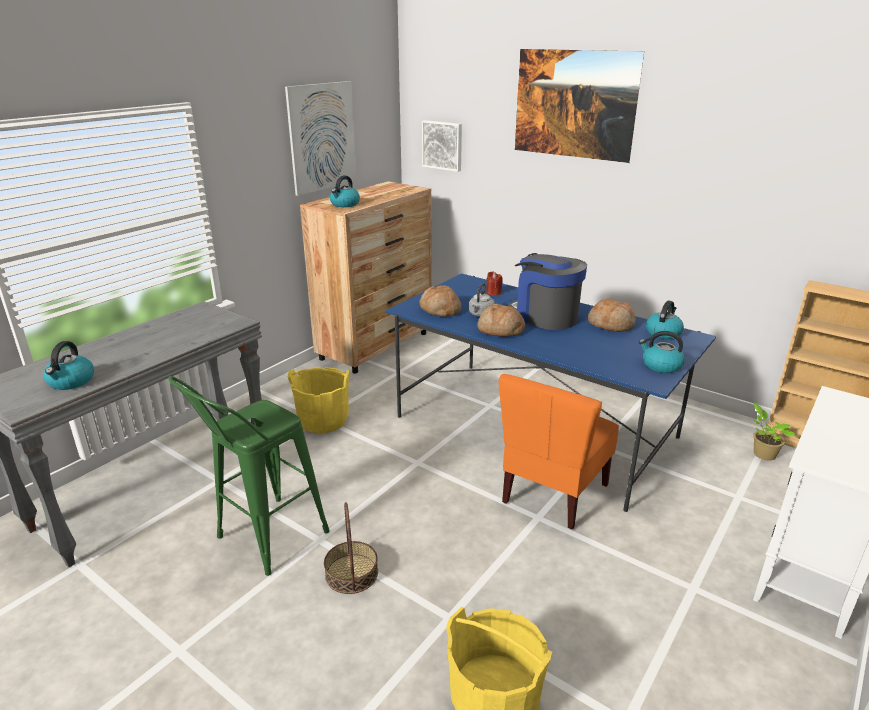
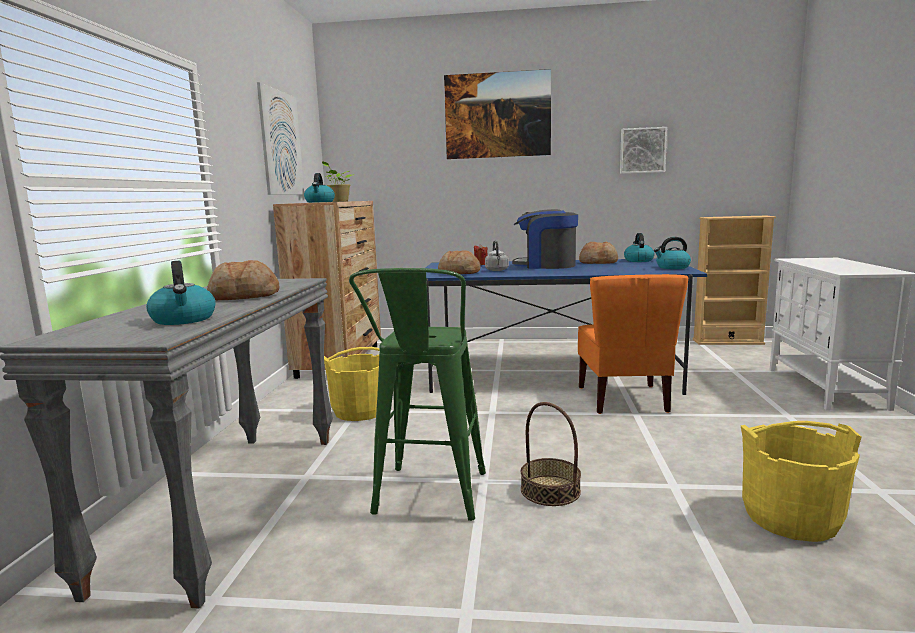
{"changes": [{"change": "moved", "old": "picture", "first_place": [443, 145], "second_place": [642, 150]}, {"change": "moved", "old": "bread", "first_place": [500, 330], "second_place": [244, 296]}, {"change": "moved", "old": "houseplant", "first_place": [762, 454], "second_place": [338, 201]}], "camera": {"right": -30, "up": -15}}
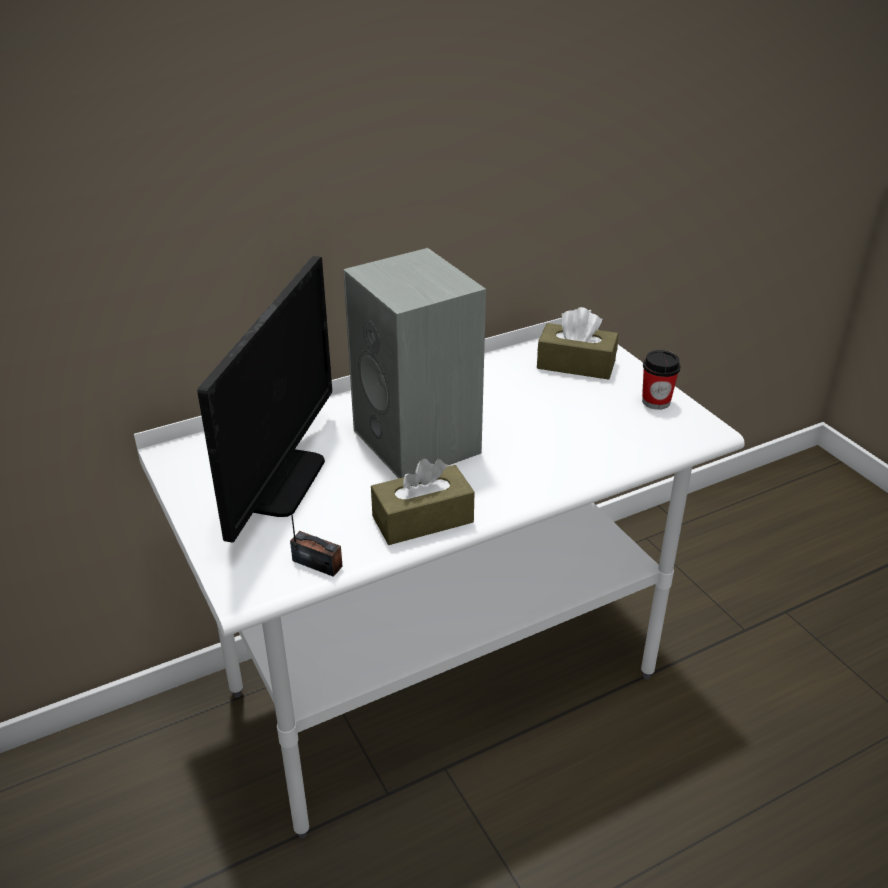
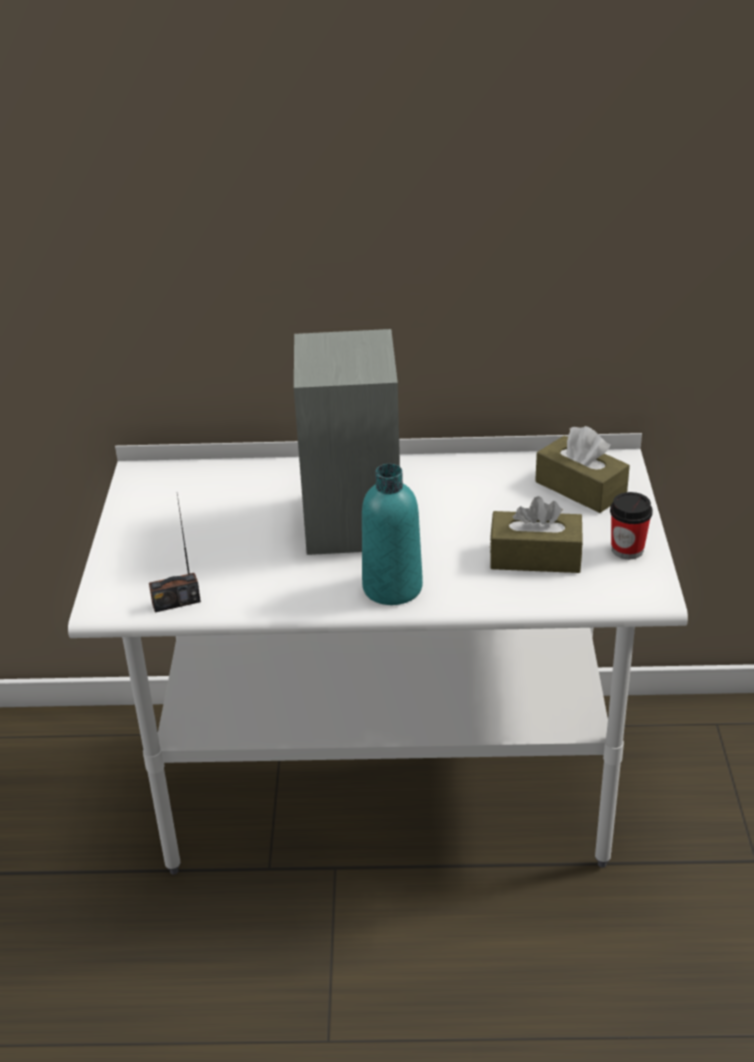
{"changes": [{"change": "removed", "old": "monitor", "first_place": [278, 481]}, {"change": "added", "new": "turquoise bottle", "second_place": [392, 587]}, {"change": "moved", "old": "brownish tissue holder", "first_place": [422, 519], "second_place": [535, 557]}, {"change": "turned", "old": "radio receiver", "first_place": [317, 564], "second_place": [176, 602], "degrees": 105}], "camera": {"right": 30, "up": 0}}
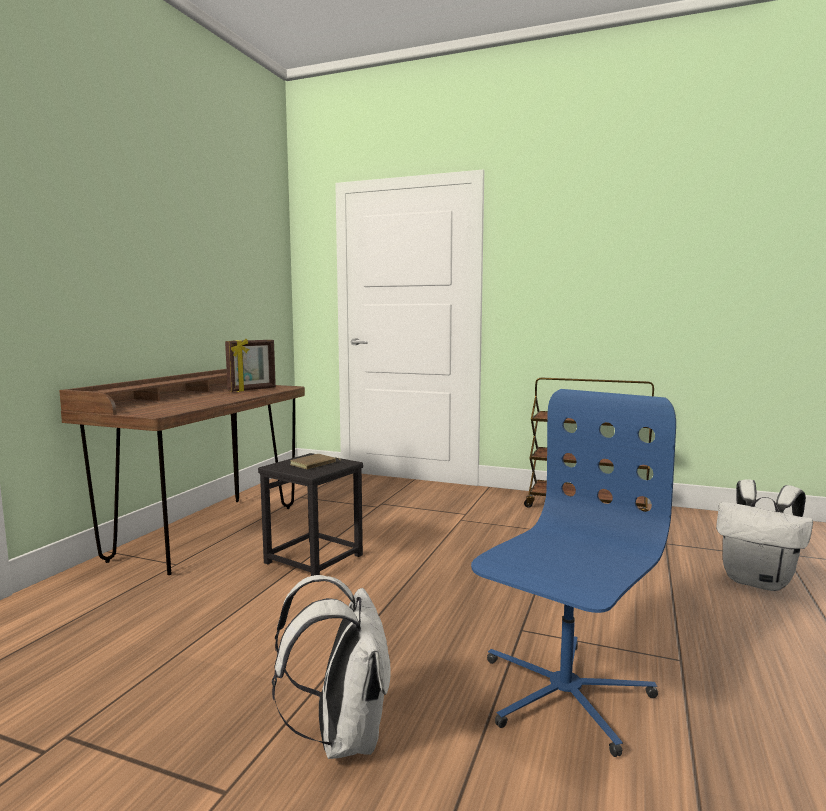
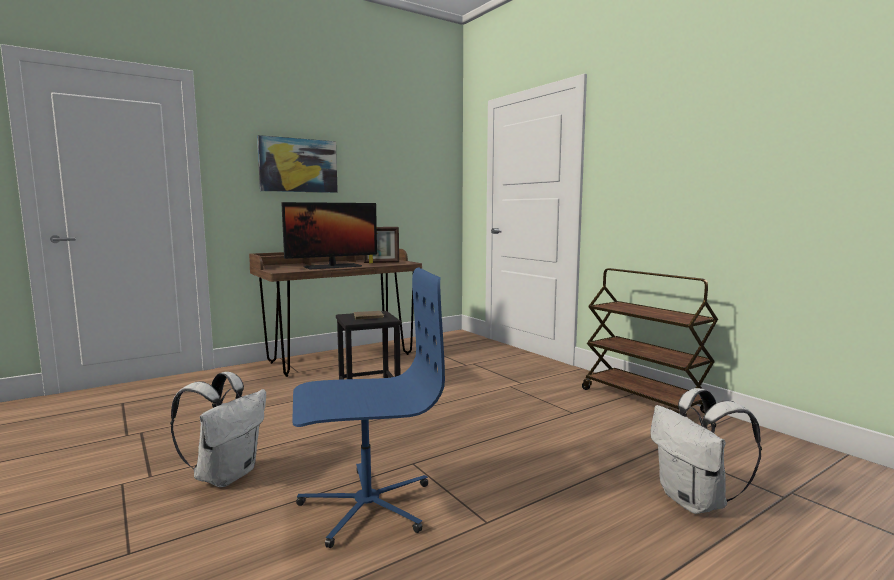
{"changes": [{"change": "added", "new": "picture", "second_place": [298, 165]}, {"change": "added", "new": "monitor", "second_place": [332, 266]}], "camera": {"right": 35, "up": 0}}
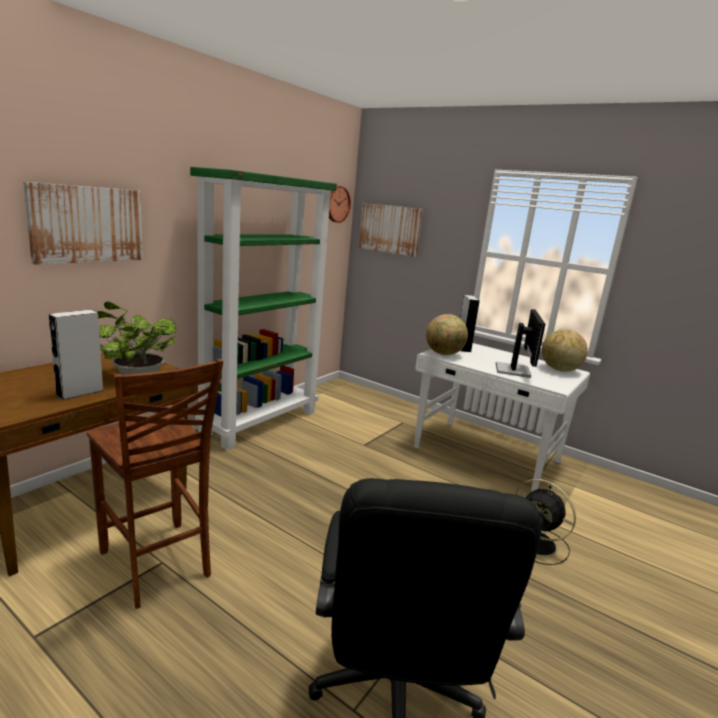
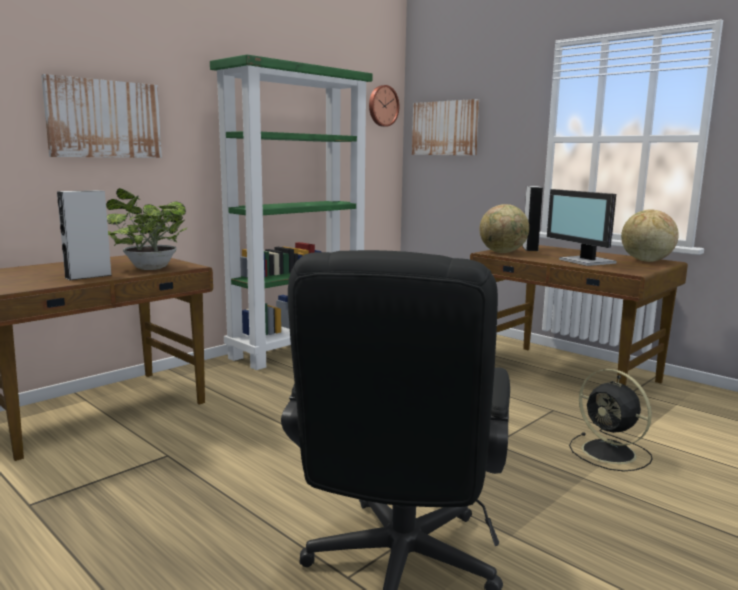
{"changes": [{"change": "removed", "old": "brownish plain chair", "first_place": [156, 565]}, {"change": "recoloured", "old": "whitish desk", "new": "brownish desk", "first_place": [487, 455], "second_place": [566, 376]}, {"change": "turned", "old": "monitor", "first_place": [514, 370], "second_place": [586, 261], "degrees": 135}], "camera": {"right": 10, "up": -5}}
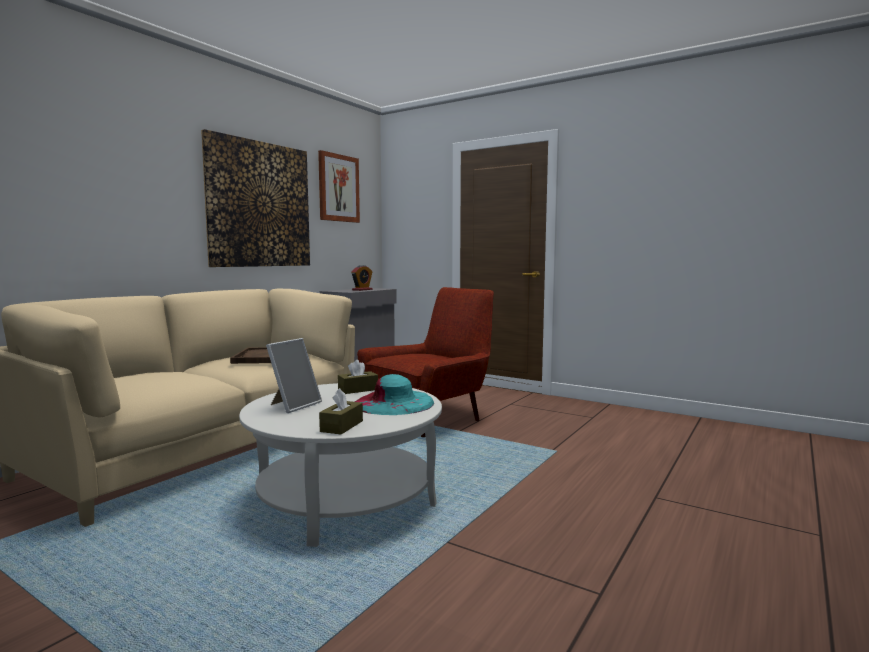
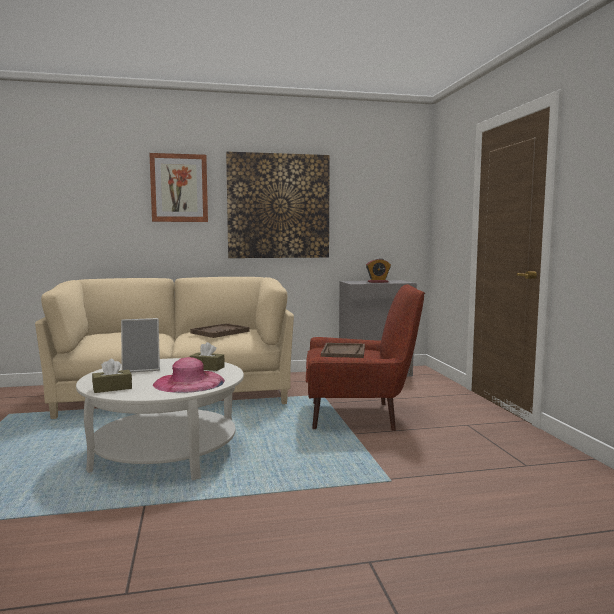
{"changes": [{"change": "added", "new": "brownish carrying tray", "second_place": [343, 353]}, {"change": "moved", "old": "picture", "first_place": [338, 188], "second_place": [179, 188]}, {"change": "recoloured", "old": "turquoise clothing hat", "new": "pink-coloured clothing hat", "first_place": [393, 403], "second_place": [189, 382]}], "camera": {"right": 45, "up": 0}}
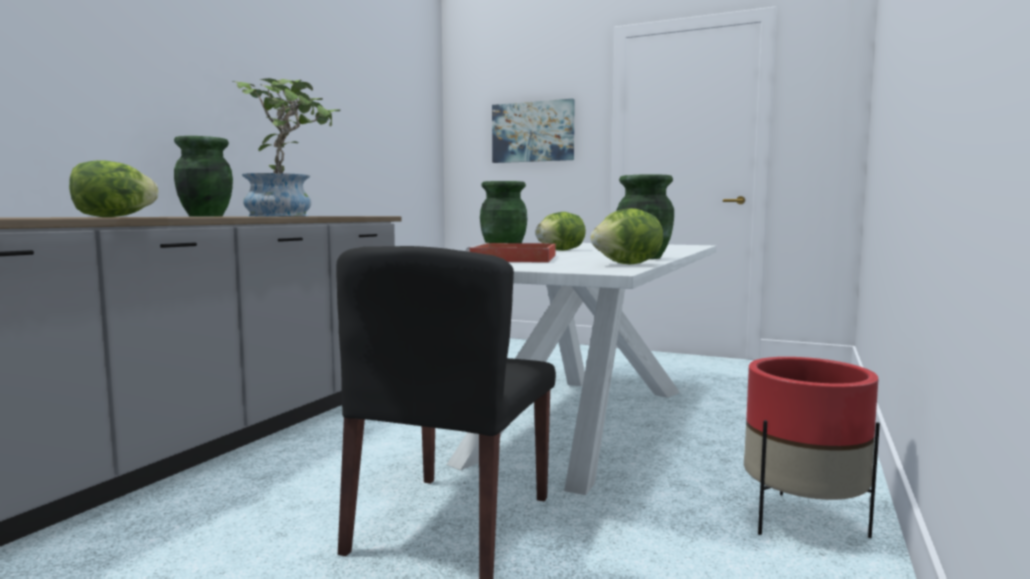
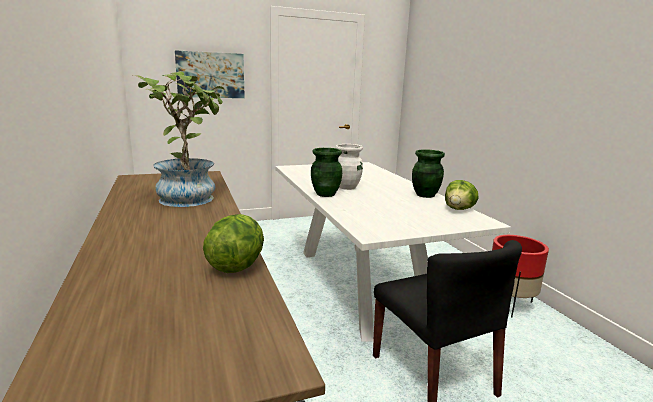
{"changes": [{"change": "removed", "old": "green-coloured vase", "first_place": [205, 216]}, {"change": "removed", "old": "red-coloured carrying tray", "first_place": [515, 258]}, {"change": "replaced", "old": "head of lettuce", "new": "whitish vase", "first_place": [560, 250], "second_place": [347, 187]}], "camera": {"right": -45, "up": 10}}
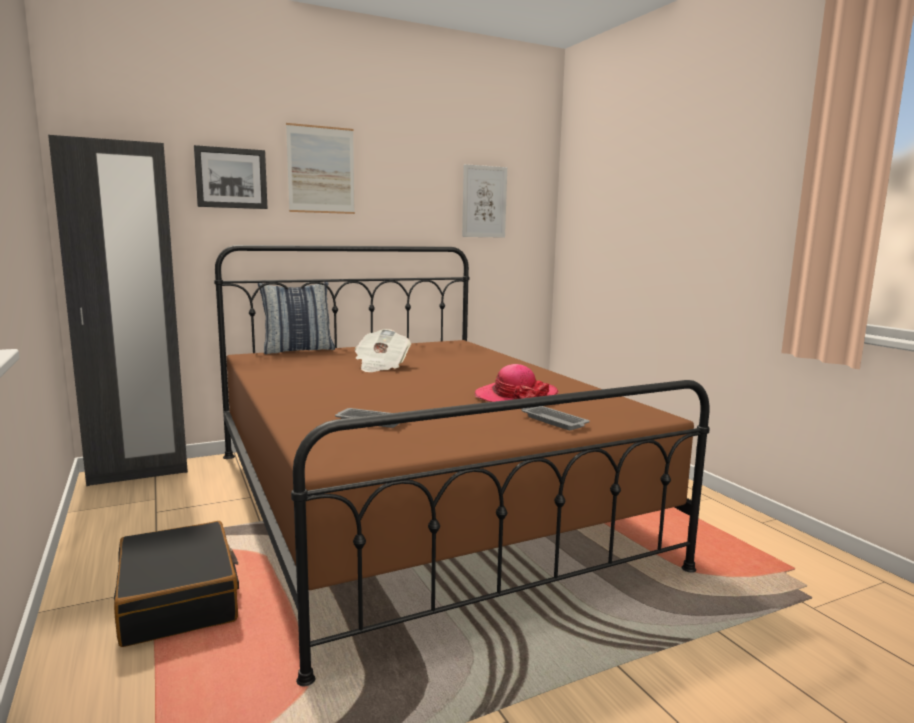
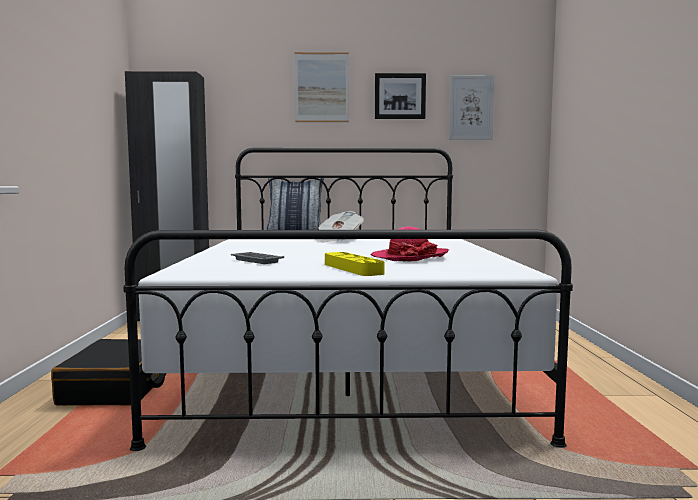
{"changes": [{"change": "removed", "old": "gray carrying tray", "first_place": [555, 422]}, {"change": "added", "new": "yellow-coloured carrying tray", "second_place": [352, 269]}, {"change": "moved", "old": "picture", "first_place": [231, 178], "second_place": [399, 96]}, {"change": "recoloured", "old": "brownish bedroom bed", "new": "whitish bedroom bed", "first_place": [415, 503], "second_place": [345, 358]}], "camera": {"right": 25, "up": -5}}
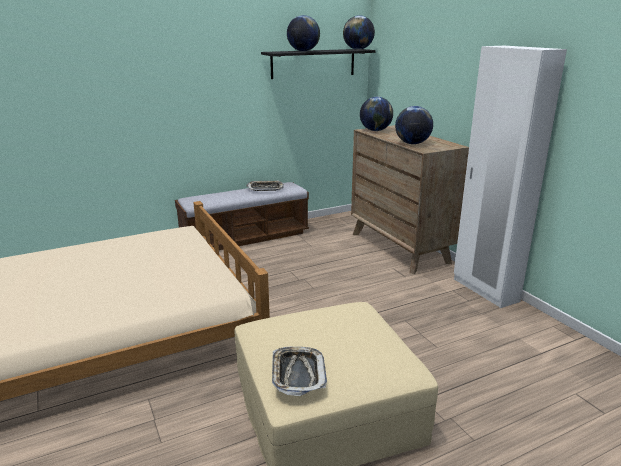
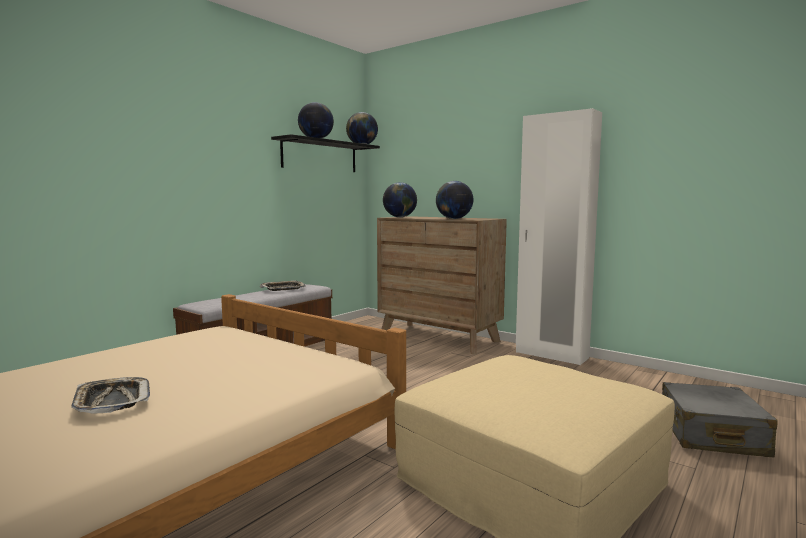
{"changes": [{"change": "added", "new": "gray suitcase", "second_place": [711, 434]}, {"change": "moved", "old": "carrying tray", "first_place": [297, 374], "second_place": [112, 401]}], "camera": {"right": -25, "up": -15}}
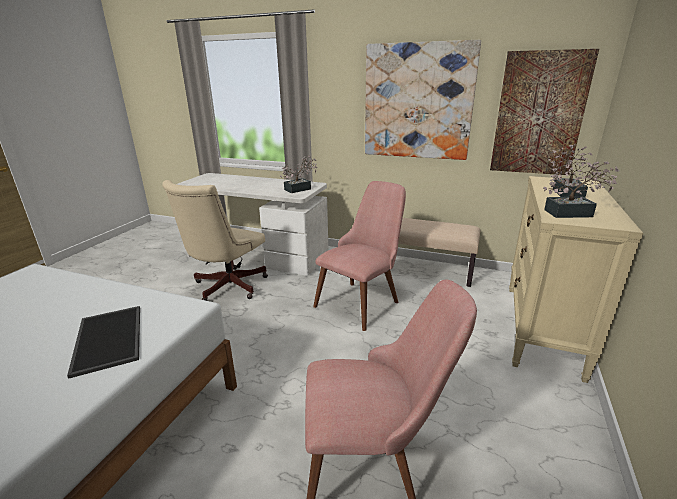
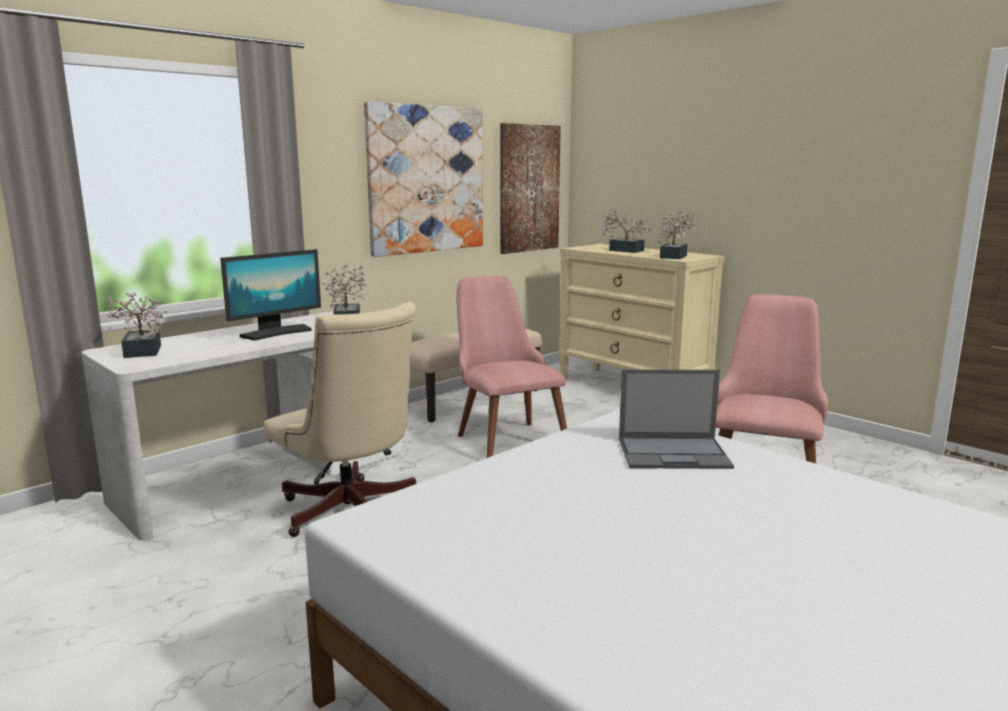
{"changes": [{"change": "added", "new": "houseplant", "second_place": [141, 353]}, {"change": "added", "new": "monitor", "second_place": [276, 333]}, {"change": "replaced", "old": "carrying tray", "new": "portable computer", "first_place": [110, 339], "second_place": [674, 453]}], "camera": {"right": -65, "up": -10}}
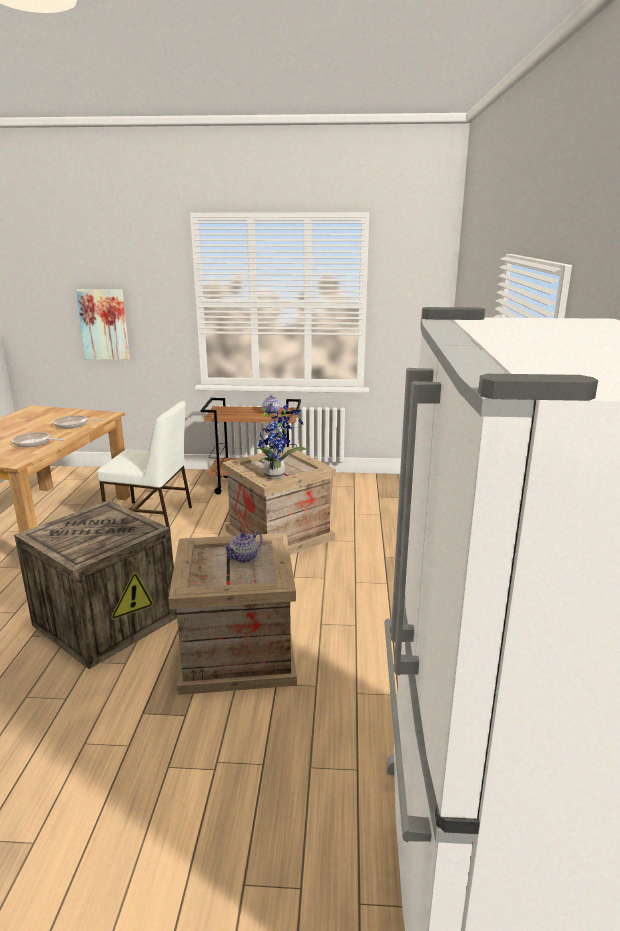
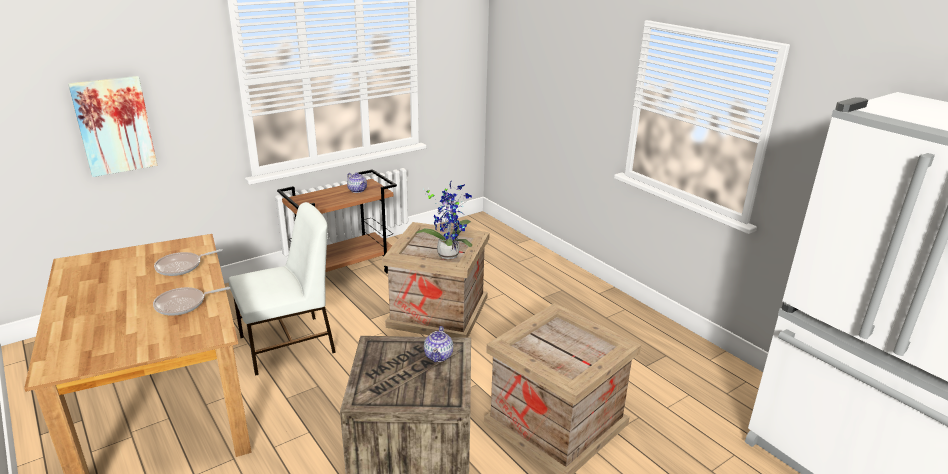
{"changes": [{"change": "moved", "old": "tea pot", "first_place": [244, 558], "second_place": [439, 355]}], "camera": {"right": -40, "up": 5}}
